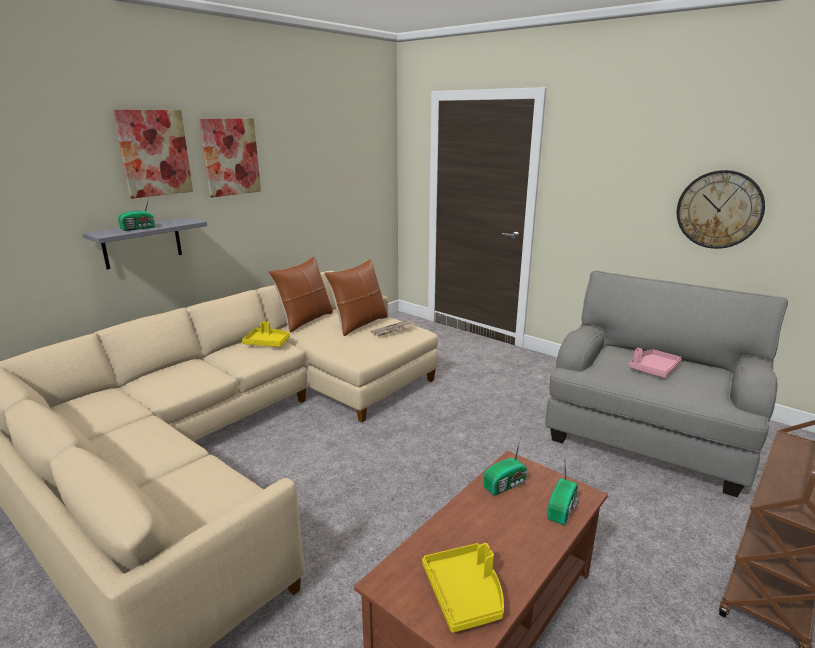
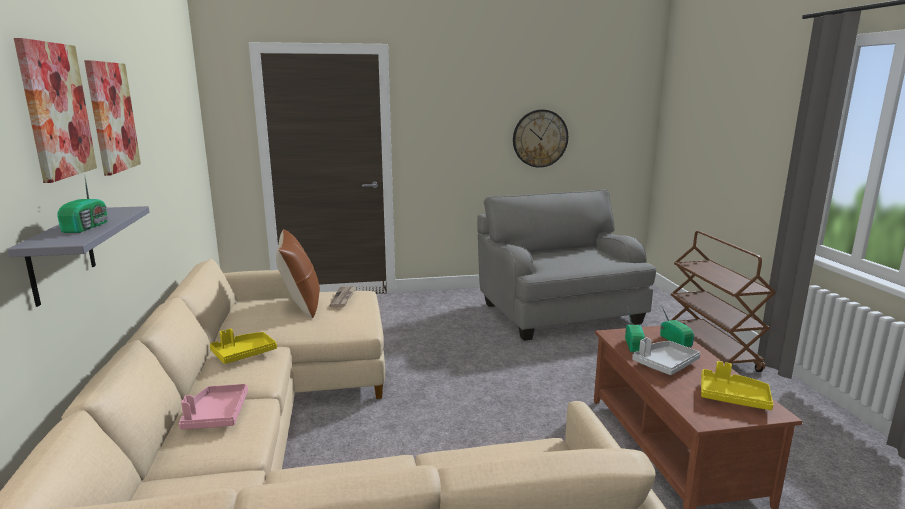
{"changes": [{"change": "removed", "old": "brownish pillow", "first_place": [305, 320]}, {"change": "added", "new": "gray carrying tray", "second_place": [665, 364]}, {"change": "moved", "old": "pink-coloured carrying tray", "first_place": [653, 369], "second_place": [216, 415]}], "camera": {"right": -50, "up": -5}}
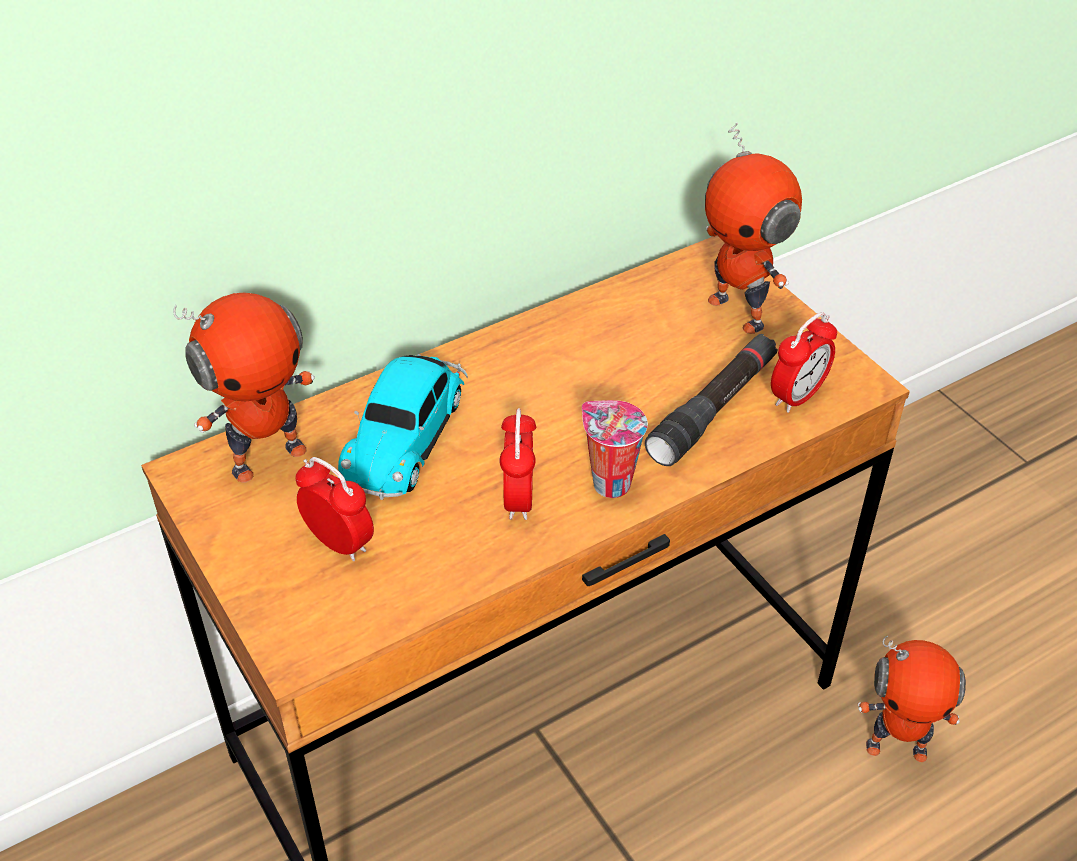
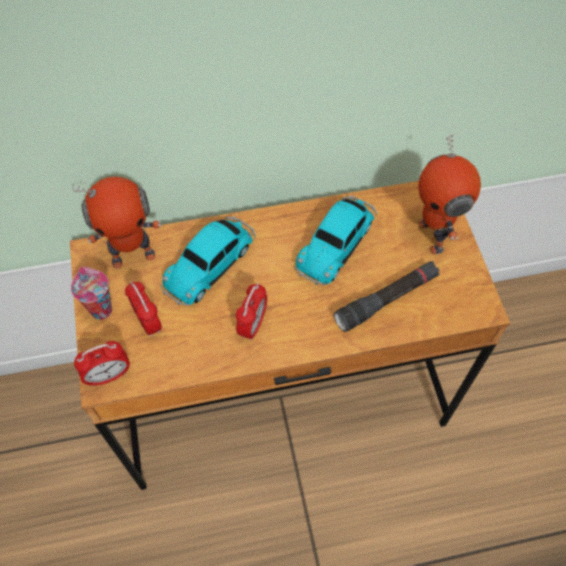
{"changes": [{"change": "removed", "old": "toy robot", "first_place": [896, 747]}, {"change": "added", "new": "model car", "second_place": [336, 243]}, {"change": "moved", "old": "small cup", "first_place": [608, 483], "second_place": [100, 309]}, {"change": "moved", "old": "alarm clock", "first_place": [797, 396], "second_place": [109, 375]}], "camera": {"right": 20, "up": 15}}
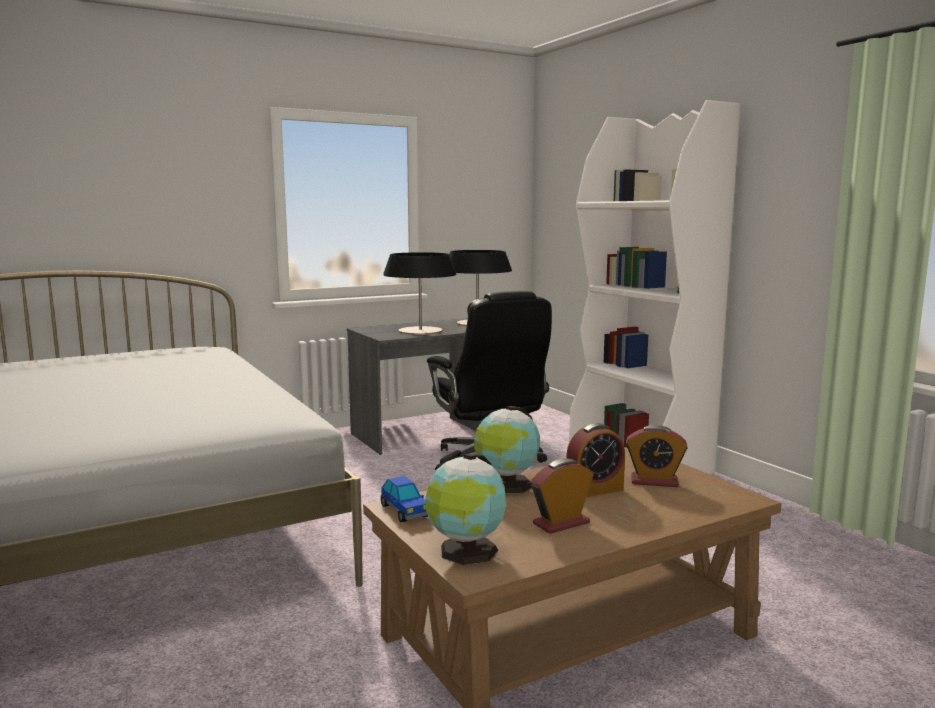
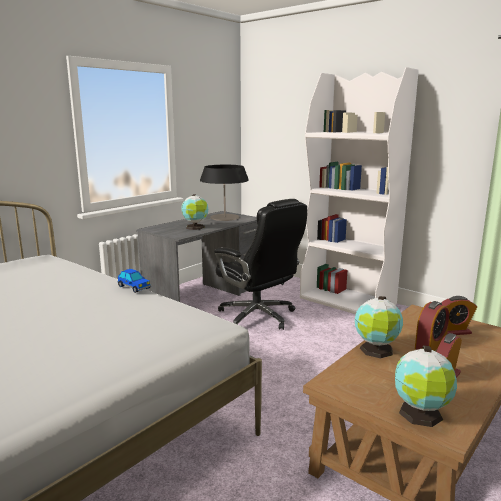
{"changes": [{"change": "moved", "old": "model car", "first_place": [405, 511], "second_place": [134, 287]}, {"change": "replaced", "old": "tabletop lamp", "new": "desk globe", "first_place": [420, 331], "second_place": [195, 227]}], "camera": {"right": -20, "up": 5}}
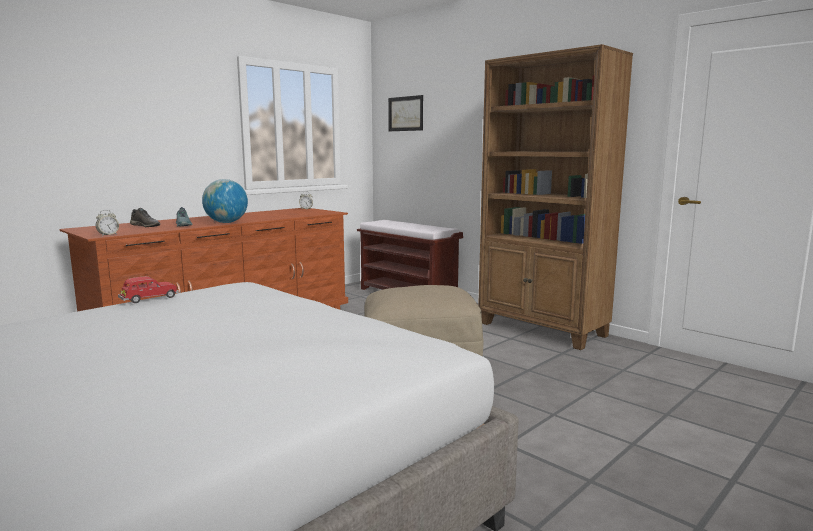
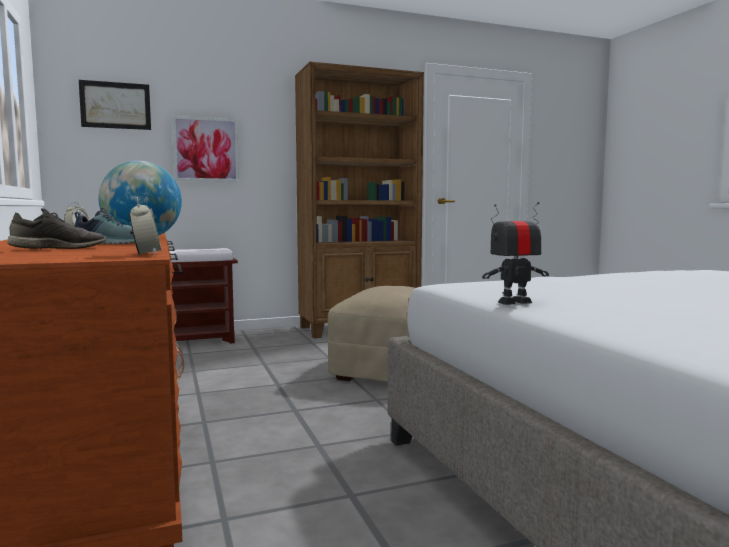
{"changes": [{"change": "added", "new": "picture", "second_place": [206, 149]}, {"change": "replaced", "old": "red-coloured model car", "new": "toy robot", "first_place": [149, 299], "second_place": [514, 302]}], "camera": {"right": -65, "up": -5}}
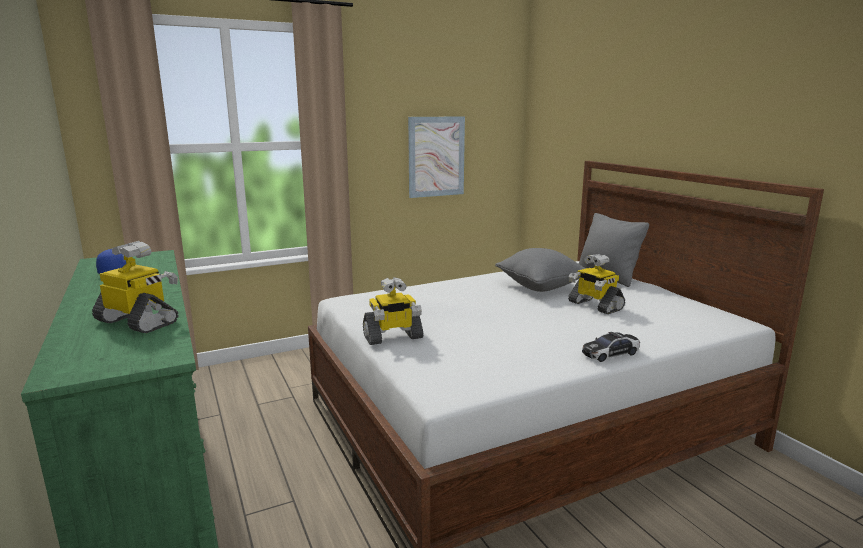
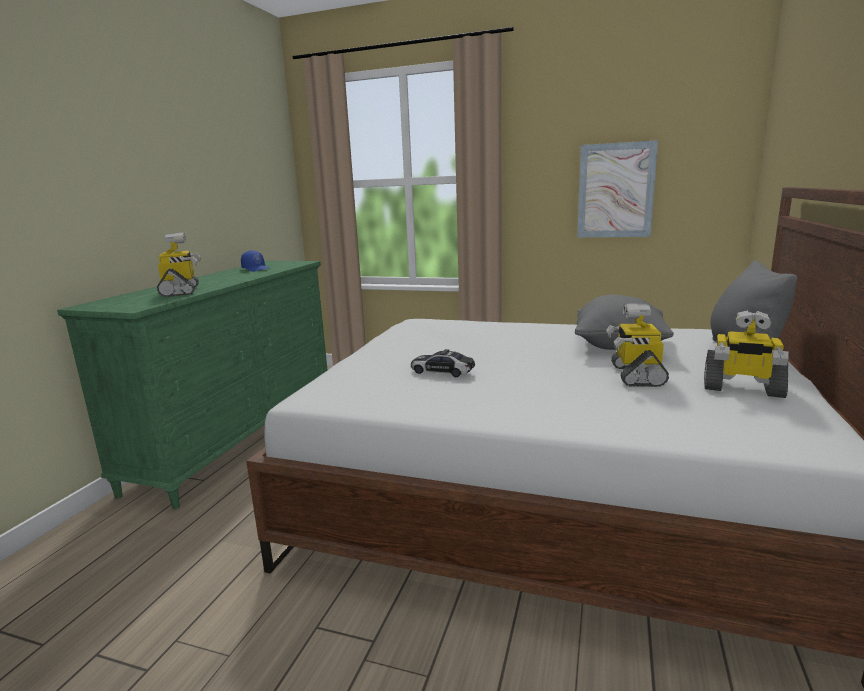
{"changes": [{"change": "moved", "old": "toy robot", "first_place": [392, 337], "second_place": [742, 388]}, {"change": "moved", "old": "model car", "first_place": [610, 353], "second_place": [442, 371]}], "camera": {"right": 45, "up": 0}}
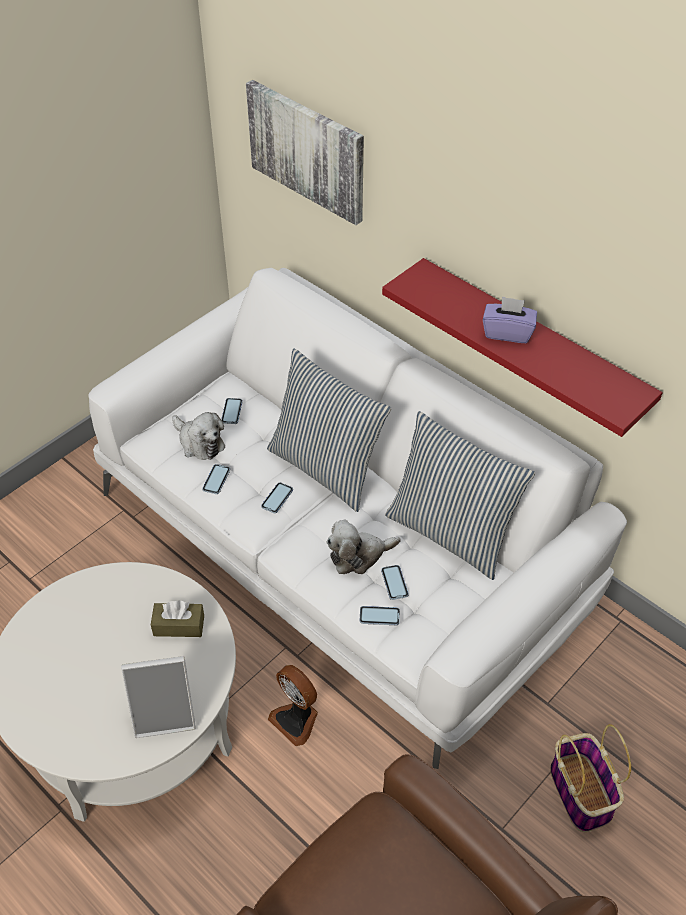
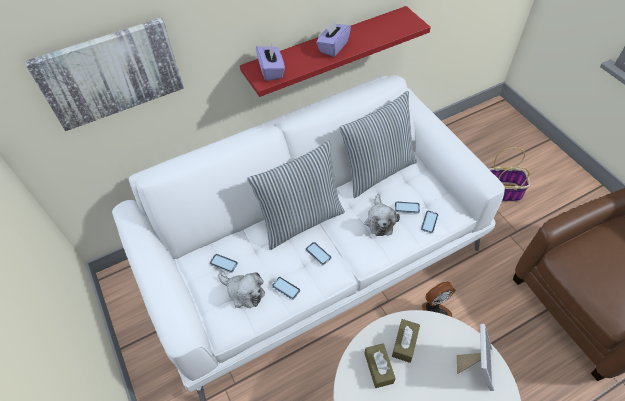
{"changes": [{"change": "added", "new": "purple-coloured tissue holder", "second_place": [271, 71]}, {"change": "added", "new": "brownish tissue holder", "second_place": [378, 368]}, {"change": "turned", "old": "plush toy", "first_place": [199, 442], "second_place": [244, 292], "degrees": 60}], "camera": {"right": -70, "up": 5}}
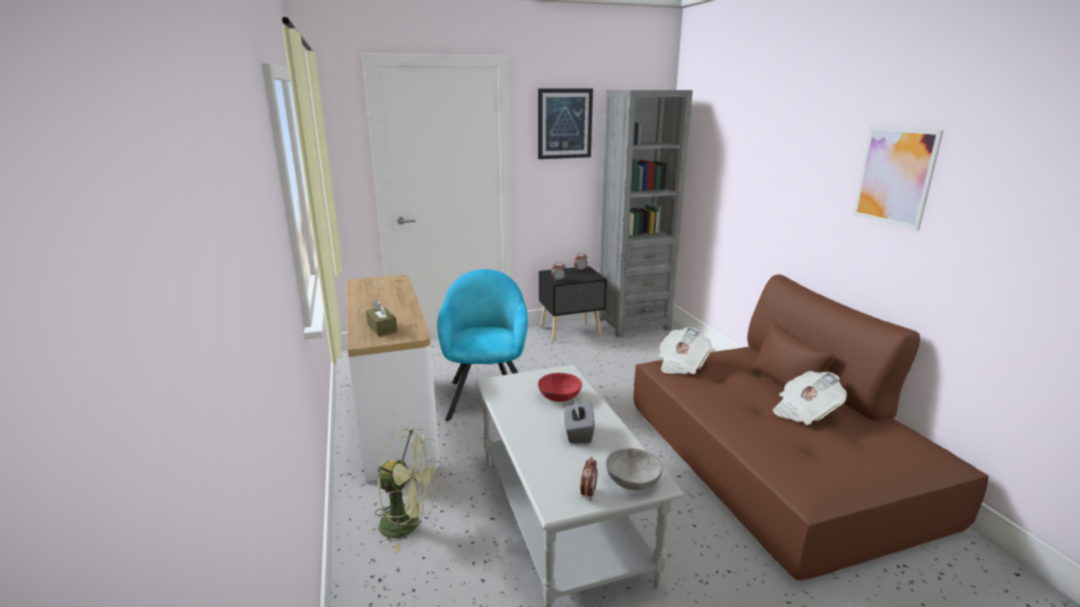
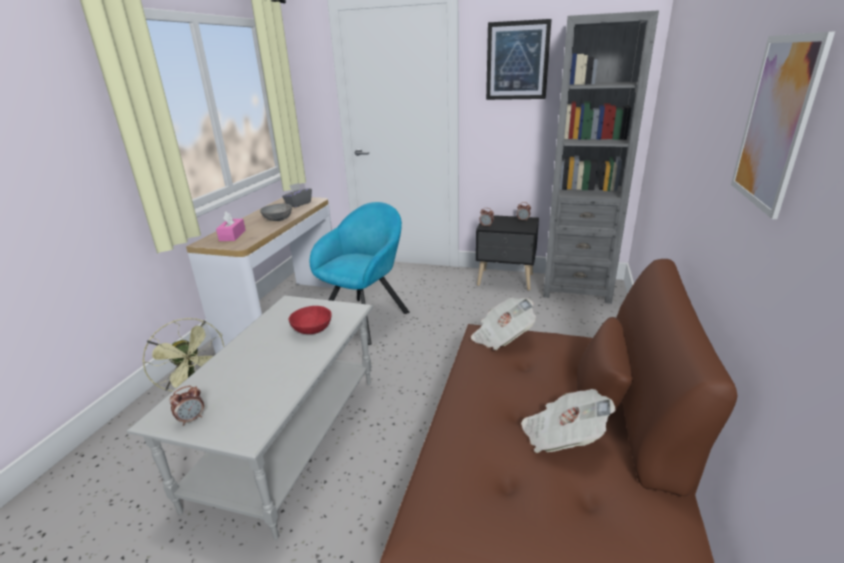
{"changes": [{"change": "moved", "old": "gray tissue holder", "first_place": [578, 433], "second_place": [298, 204]}, {"change": "moved", "old": "gray bowl", "first_place": [632, 480], "second_place": [278, 219]}, {"change": "recoloured", "old": "brownish tissue holder", "new": "pink-coloured tissue holder", "first_place": [382, 328], "second_place": [232, 235]}], "camera": {"right": 35, "up": 5}}
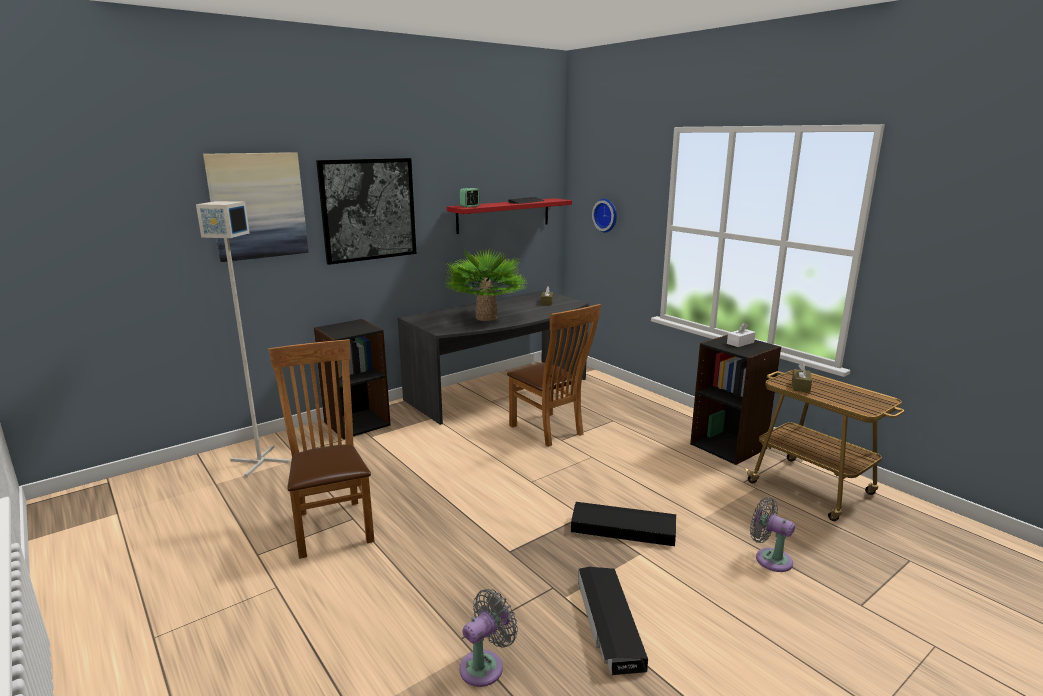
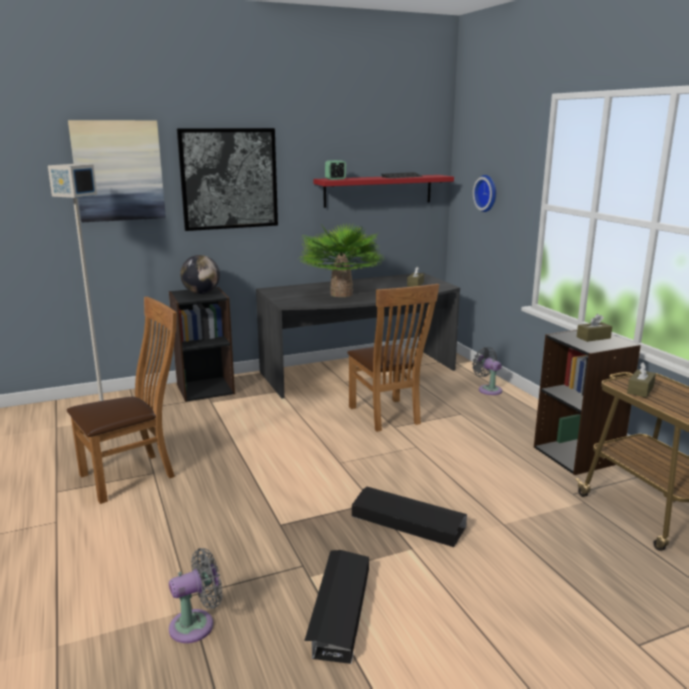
{"changes": [{"change": "added", "new": "desk globe", "second_place": [201, 293]}, {"change": "moved", "old": "gray fan", "first_place": [769, 558], "second_place": [488, 389]}, {"change": "recoloured", "old": "whitish tissue holder", "new": "brownish tissue holder", "first_place": [740, 343], "second_place": [593, 337]}, {"change": "turned", "old": "brownish plain chair", "first_place": [332, 524], "second_place": [133, 475], "degrees": 60}], "camera": {"right": 15, "up": 0}}
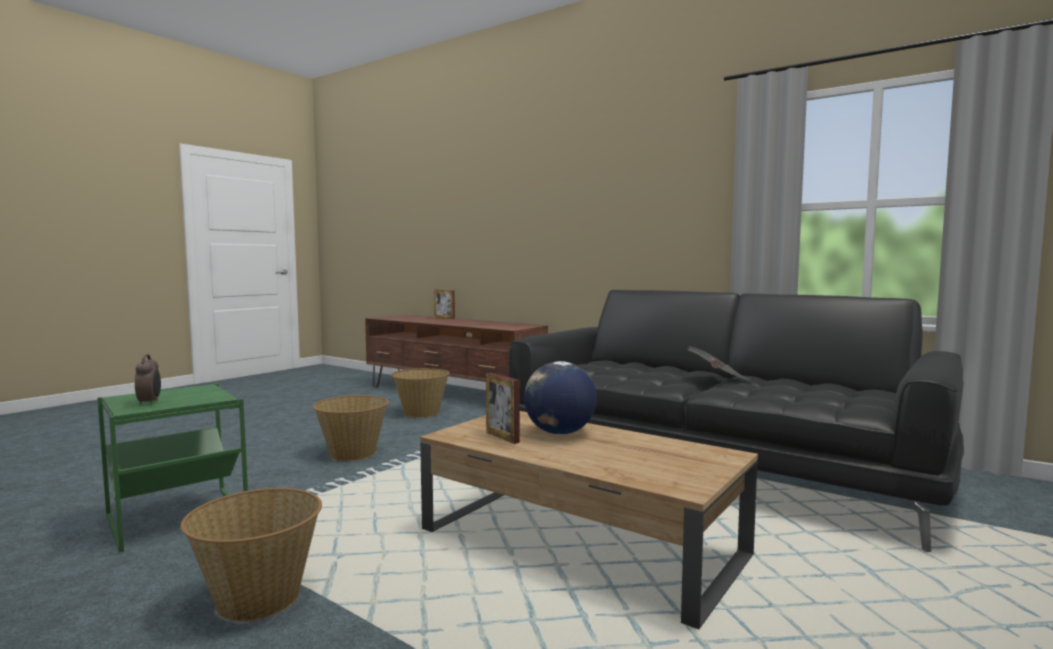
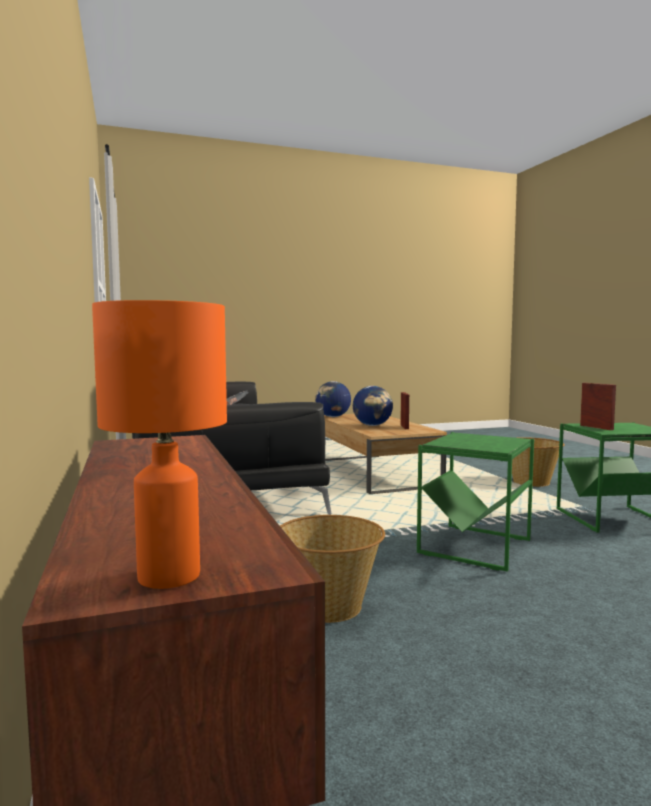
{"changes": [{"change": "removed", "old": "alarm clock", "first_place": [150, 403]}, {"change": "added", "new": "orange-coloured tabletop lamp", "second_place": [171, 575]}, {"change": "added", "new": "desk globe", "second_place": [333, 417]}, {"change": "moved", "old": "photo frame", "first_place": [444, 318], "second_place": [596, 427]}, {"change": "replaced", "old": "basket", "new": "green-coloured accent table", "first_place": [352, 453], "second_place": [474, 547]}], "camera": {"right": -145, "up": 0}}
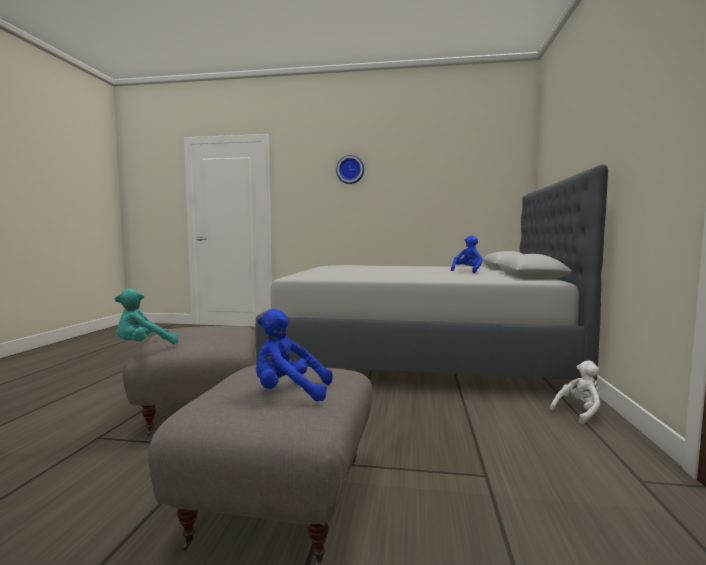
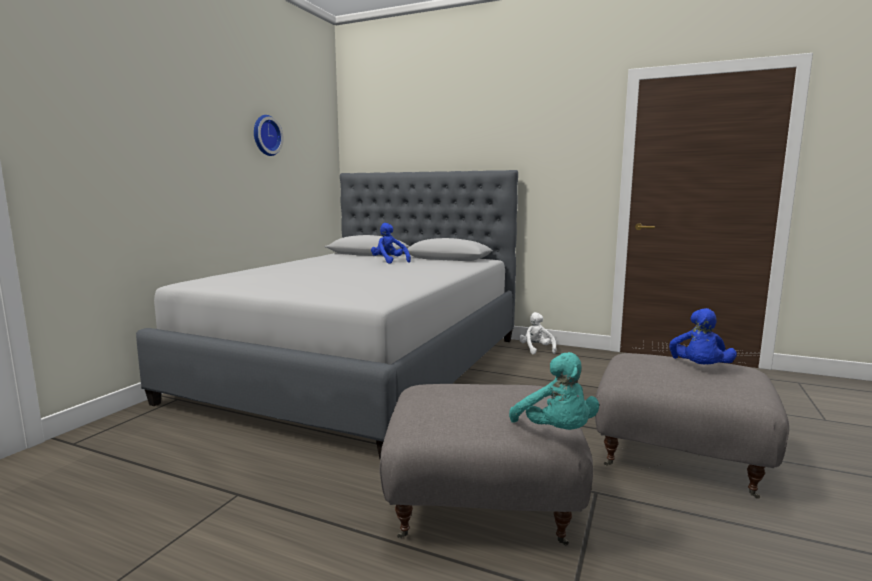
{"changes": [{"change": "moved", "old": "clock on the wall", "first_place": [350, 170], "second_place": [265, 135]}], "camera": {"right": -75, "up": 5}}
